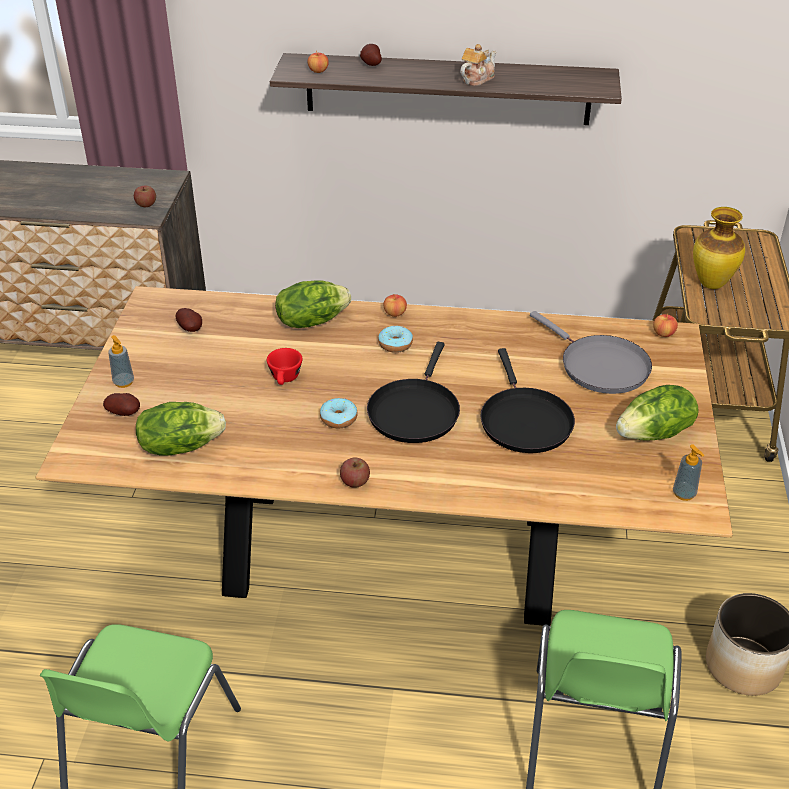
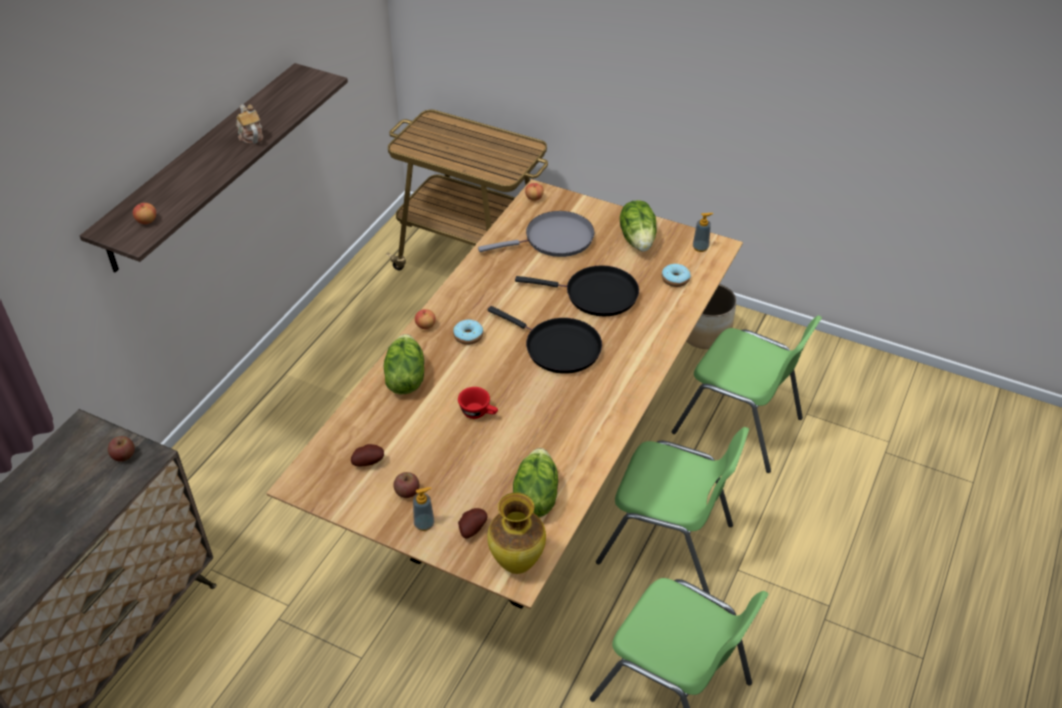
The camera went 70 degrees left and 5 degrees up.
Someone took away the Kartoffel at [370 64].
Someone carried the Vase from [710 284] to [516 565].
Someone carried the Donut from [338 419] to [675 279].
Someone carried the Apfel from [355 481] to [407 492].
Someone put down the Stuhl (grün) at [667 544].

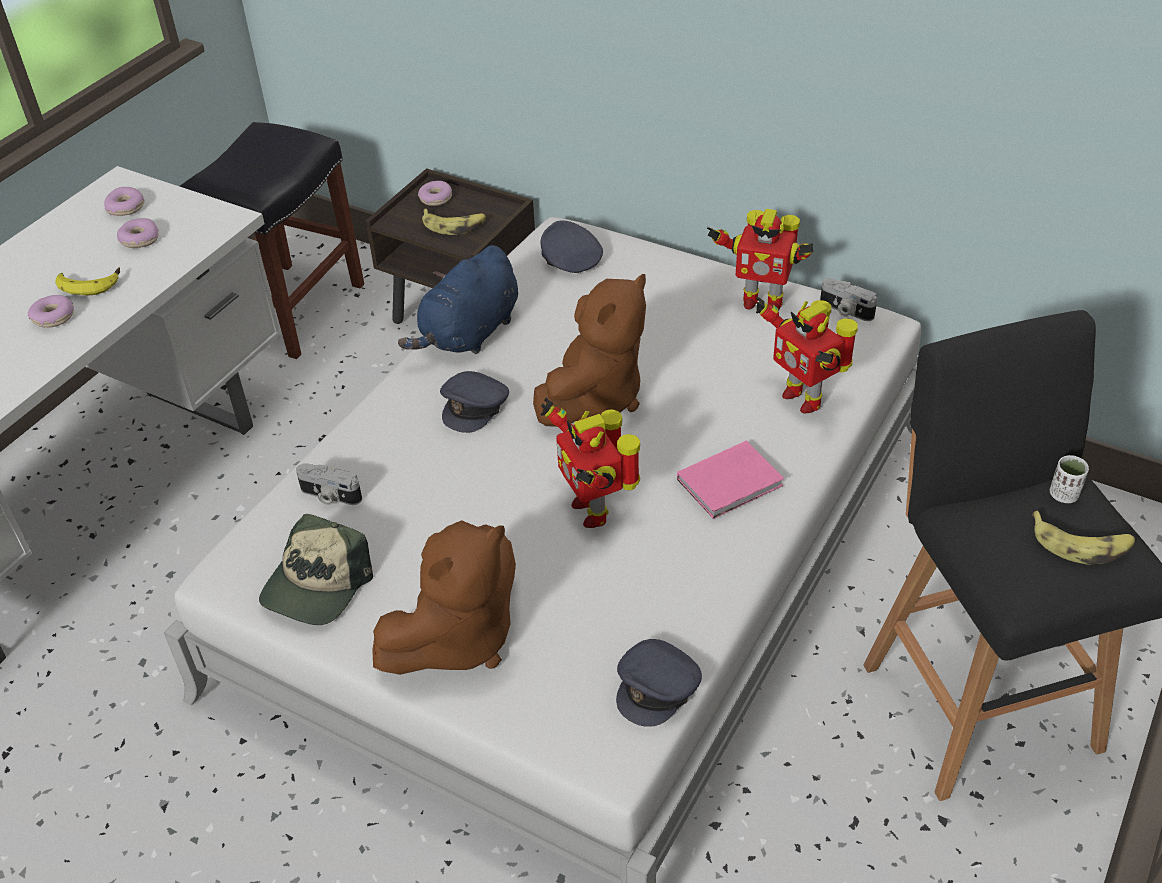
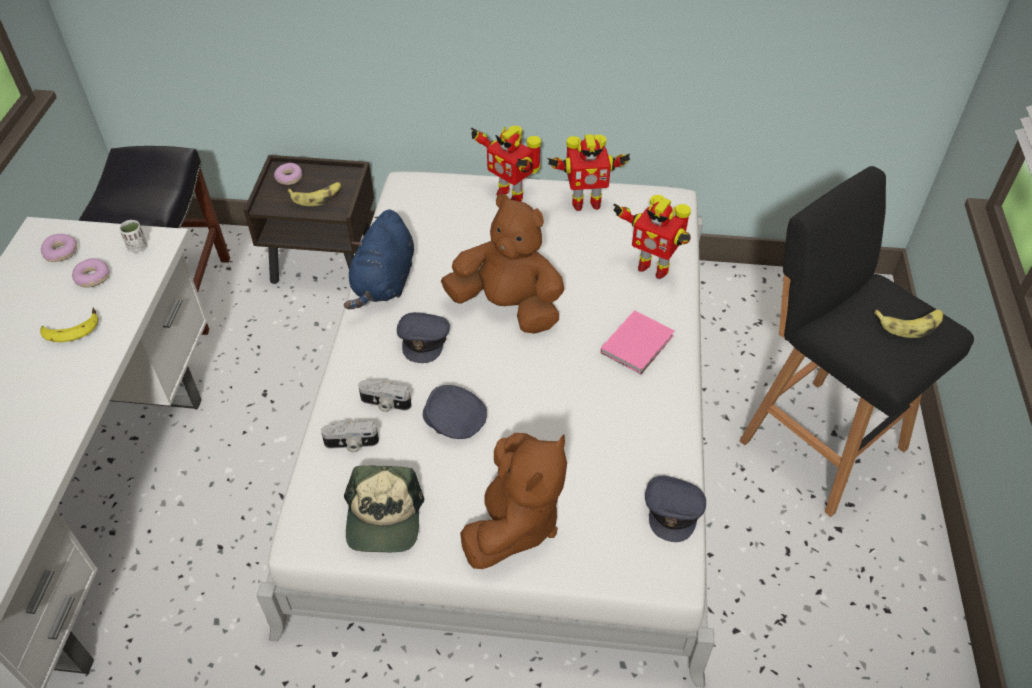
The camera went 25 degrees left and 5 degrees up.
Someone carried the Kappe (grau) from [569 259] to [454 420].
Someone rotated the Plüschtier (braun) at [594 397] by 75 degrees counterclockwise.
Someone carried the Kamera from [845 310] to [385 404].
Someone took away the Donut at [54 317].
Someone carried the Spielzeugroboter from [593 509] to [510 194].
Someone carried the Tasse (weiß) from [1063 495] to [137 247].

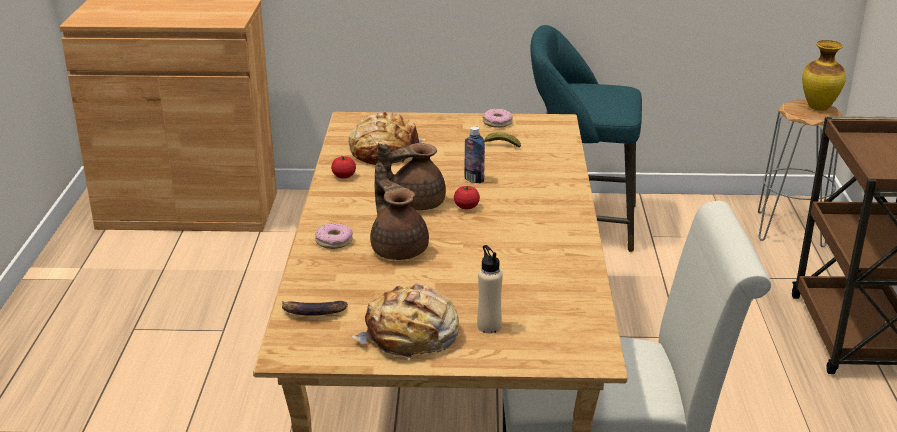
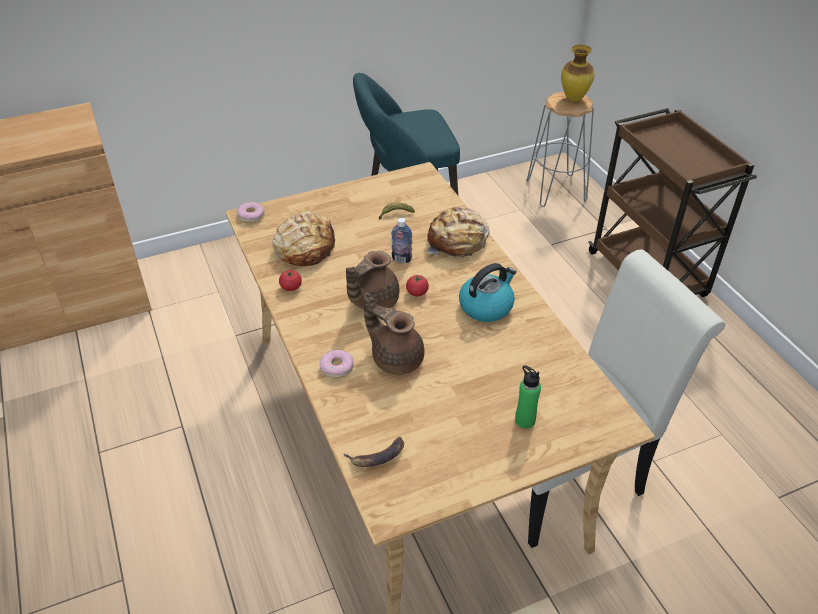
The camera went 25 degrees left and 15 degrees up.
Someone carried the Donut from [497 123] to [251 216].
Someone repainted the Flasche (beige) at [489 326], which became the Flasche (grün) at [525 420].
Someone carried the Brot from [411 336] to [457 241].
Someone put down the Wasserkessel at [486 306].

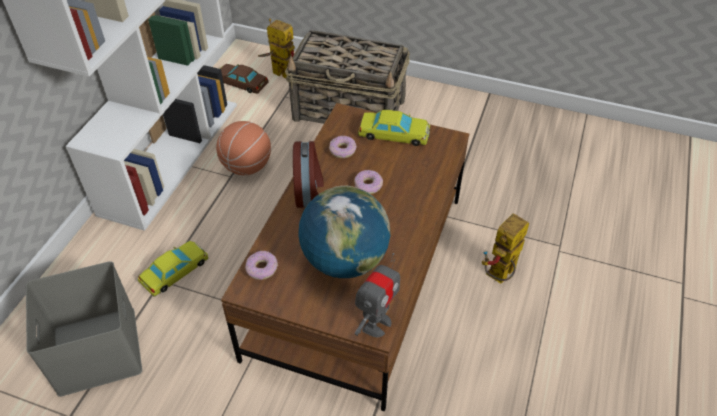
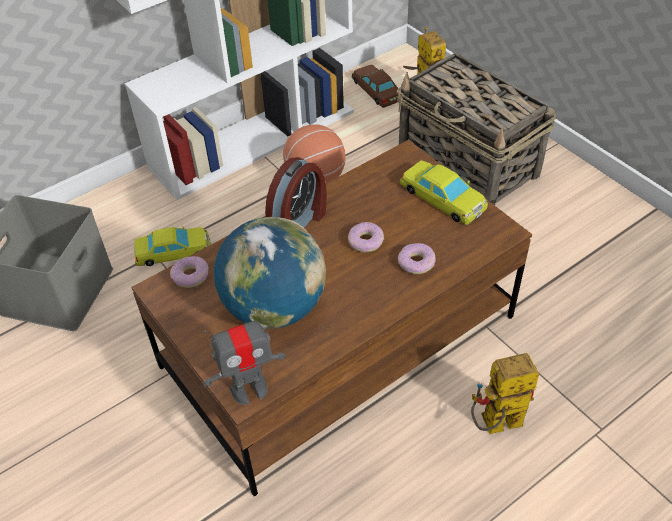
The camera went 35 degrees right and 0 degrees up.
Someone carried the Donut from [343 150] to [416 263].

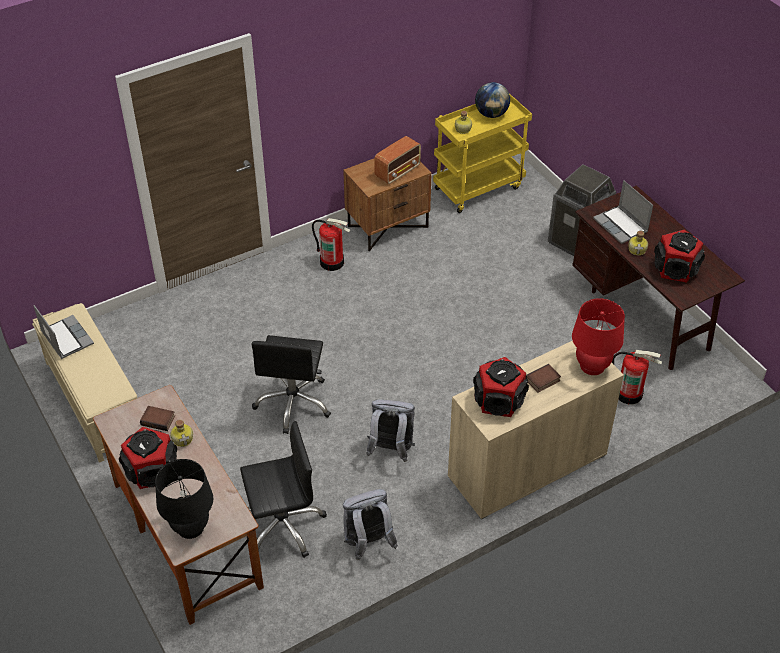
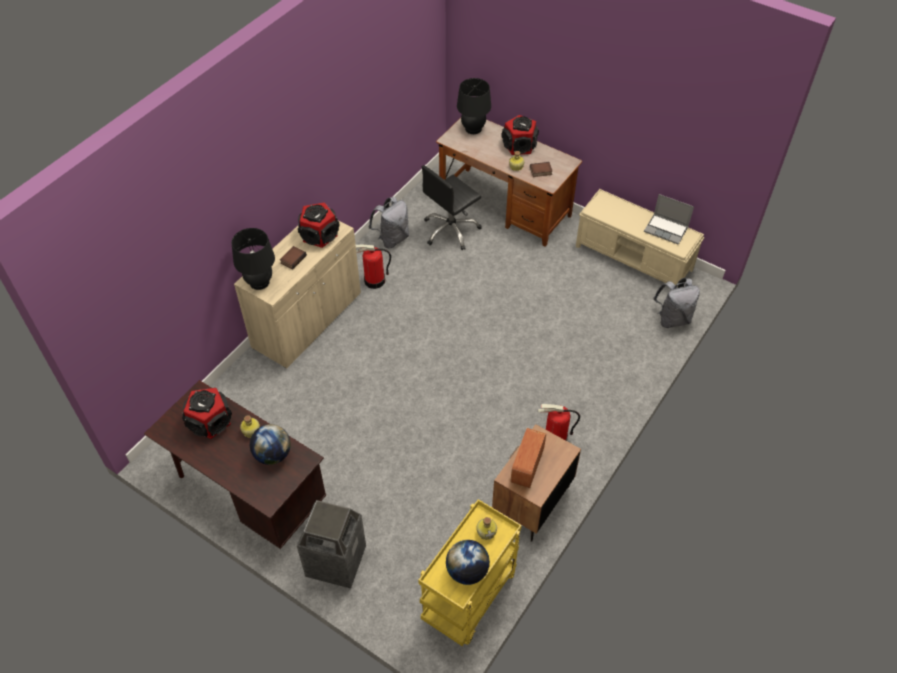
The camera went 155 degrees right and 5 degrees up.
Someone swapped the Laptop at [621 226] for the Globus at [273 455].
Someone repainted the Tischlampe (rot) at [592 366], which became the Tischlampe (schwarz) at [259 282].
Someone took away the Bürostuhl (schwarz) at [293 403].
Someone carried the Feuerlöscher from [629 393] to [374 281].
Someone carried the Rucksack (grau) from [391 450] to [672 319].

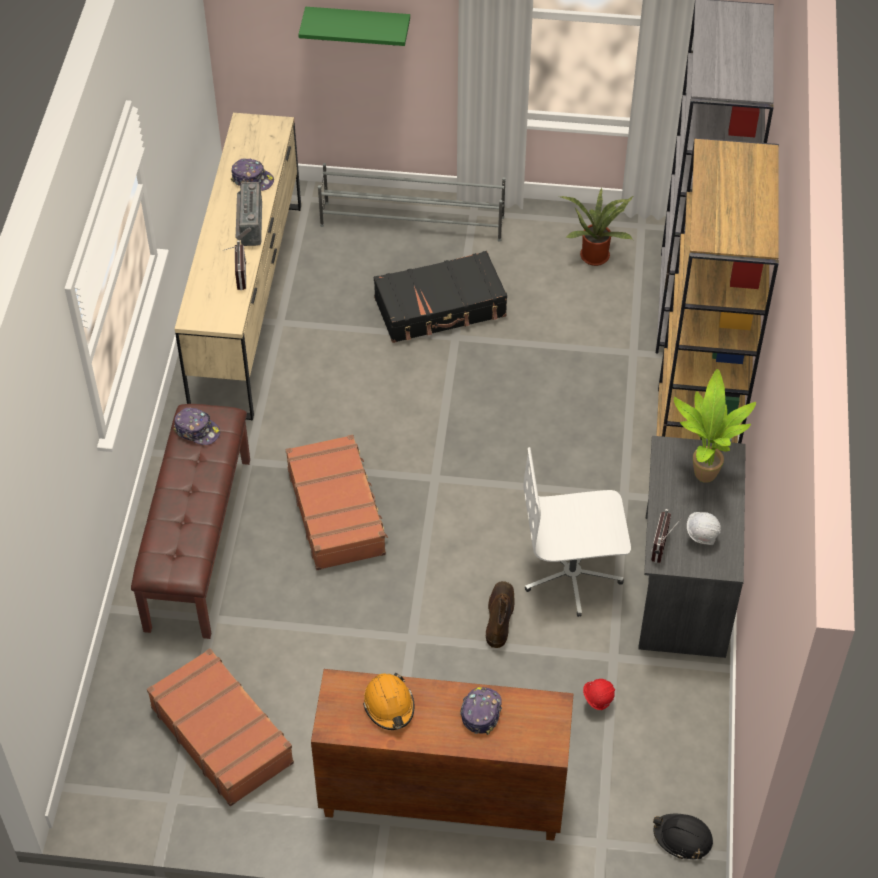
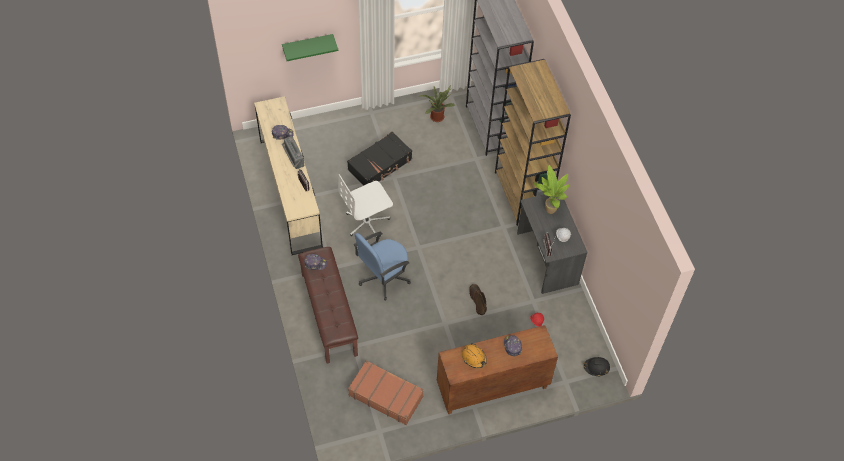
The camera went 25 degrees left and 5 degrees up.
Someone took away the Schuhregal (grau) at [413 222].
Someone swapped the Koffer (braun) at [337 511] for the Bürostuhl (blau) at [383 277].
Someone carried the Bürostuhl (weiß) from [572 575] to [367 222].

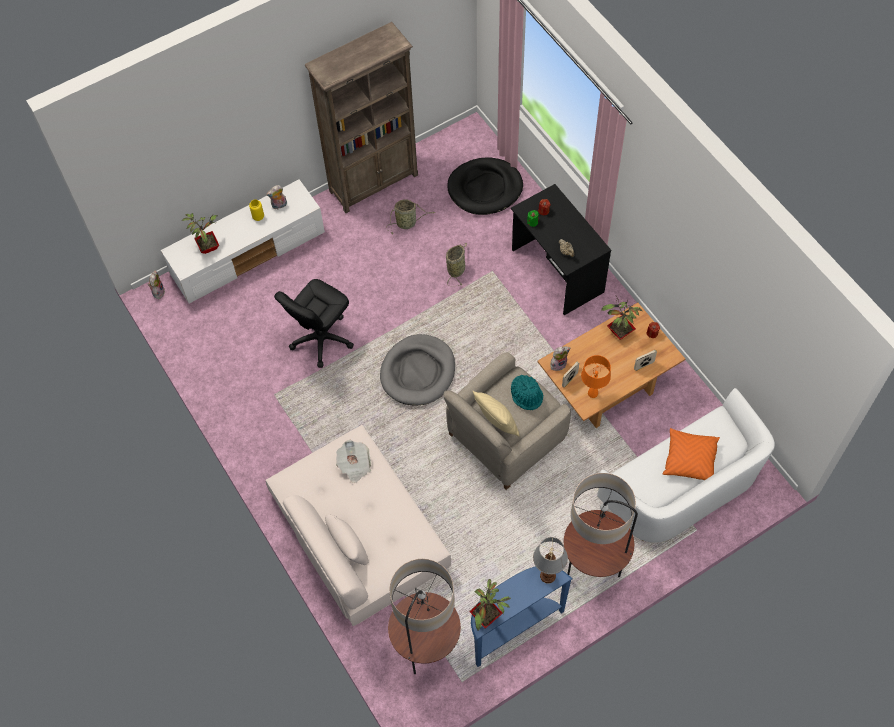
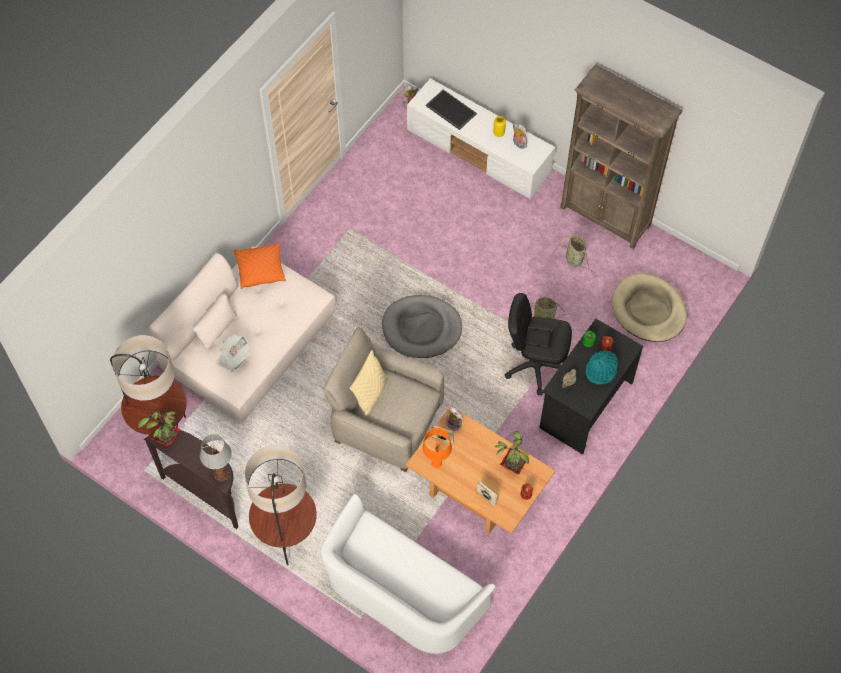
The camera went 65 degrees right and 0 degrees up.
Someone repainted the Hundebett (schwarz) at [485 188], which became the Hundebett (beige) at [648 310].
Someone swapped the Topfpflanze at [208 246] for the Tablett at [450 110].
Someone carried the Bürostuhl (schwarz) from [321 339] to [535 366].
Someone carried the Hut (türkis) from [527 395] to [601 370].
Someone carried the Kissen (orange) from [689 459] to [261 270].
Someone carried the Zeitung from [354 465] to [233 357].
Someone repainted the Konsolentisch (blau) at [513 628], which became the Konsolentisch (braun) at [206 493].

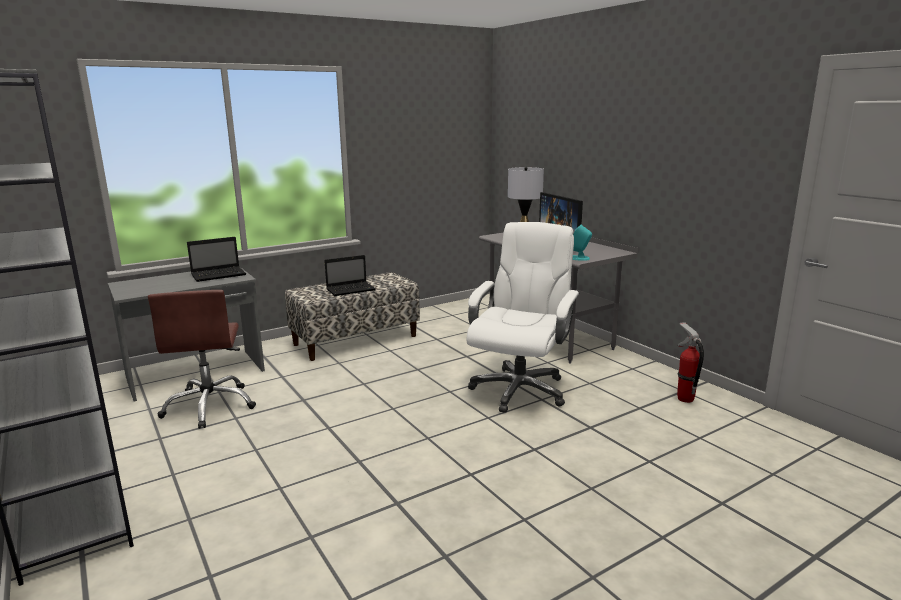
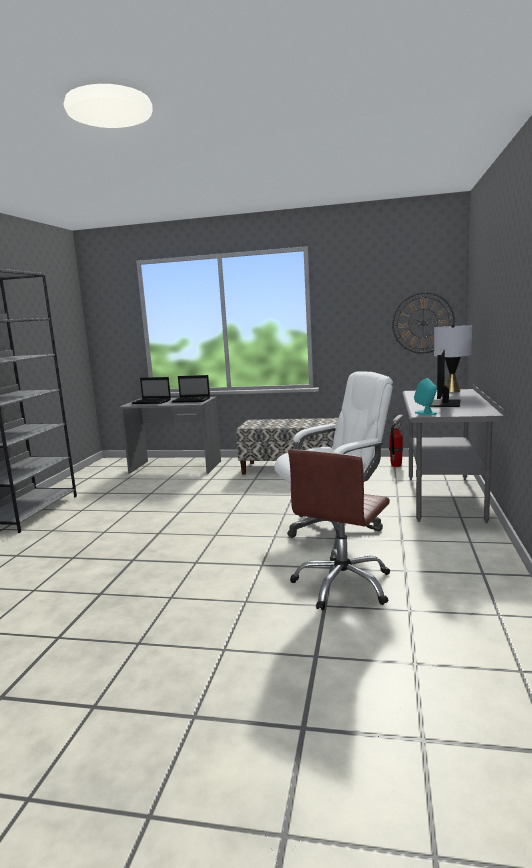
The camera went 45 degrees right and 5 degrees down.
Someone carried the Laptop from [351 289] to [152 402].
Someone carried the Bürostuhl (braun) from [210 406] to [343 585].
Someone carried the Feuerlöscher from [685 399] to [396 465].
Someone put up the Wanduhr at [423 323].

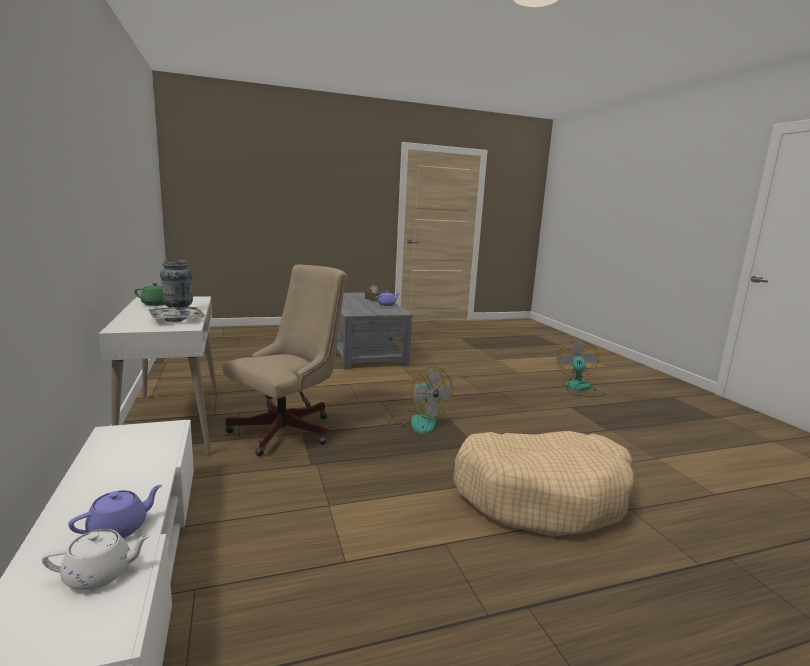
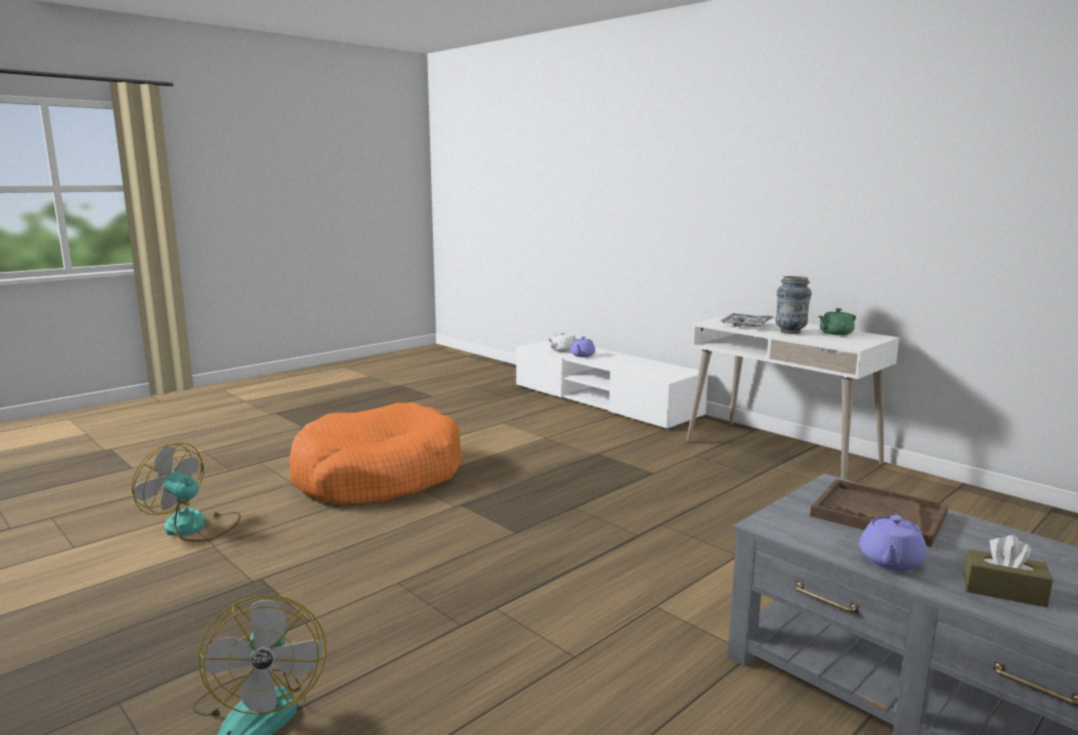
The camera went 155 degrees right and 0 degrees up.
Someone took away the Bürostuhl (beige) at [289 429].
Someone carried the Ventilator from [418 422] to [194 527].
Someone repainted the Hundebett (beige) at [541 495], which became the Hundebett (orange) at [378 476].
Someone put down the Tablett (braun) at [878 515].

